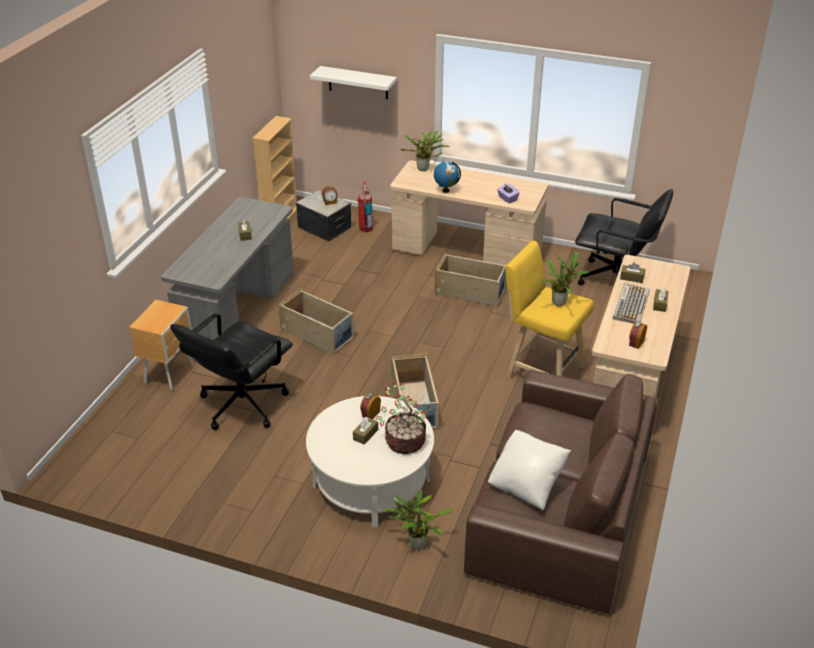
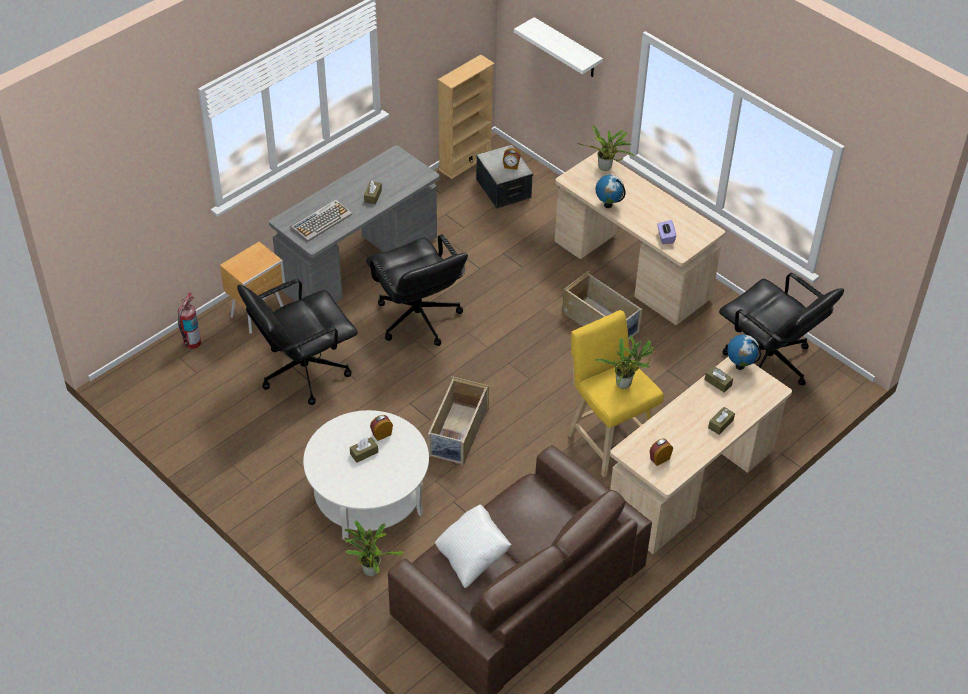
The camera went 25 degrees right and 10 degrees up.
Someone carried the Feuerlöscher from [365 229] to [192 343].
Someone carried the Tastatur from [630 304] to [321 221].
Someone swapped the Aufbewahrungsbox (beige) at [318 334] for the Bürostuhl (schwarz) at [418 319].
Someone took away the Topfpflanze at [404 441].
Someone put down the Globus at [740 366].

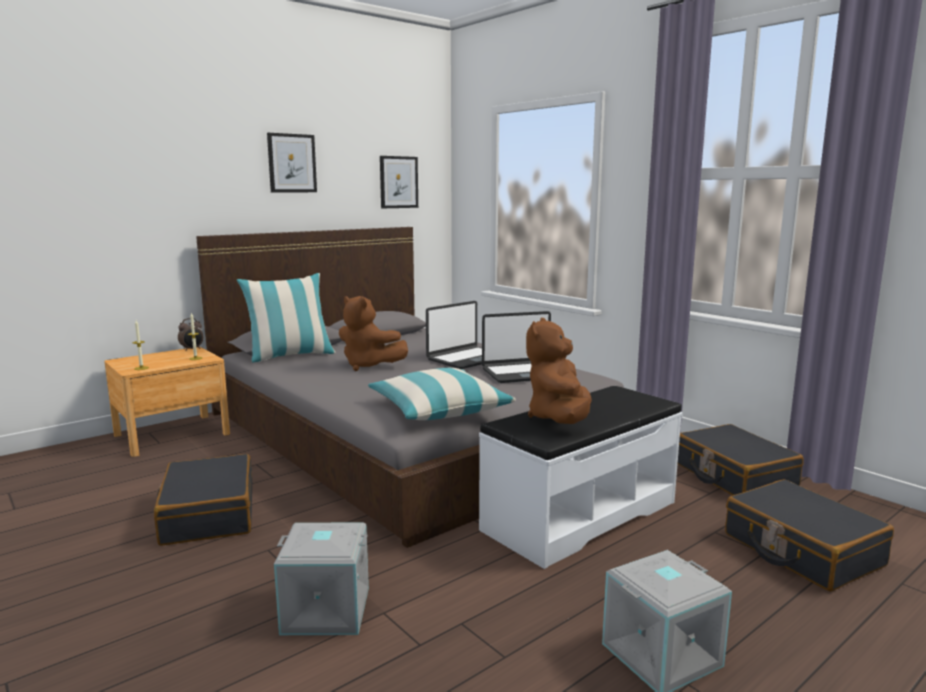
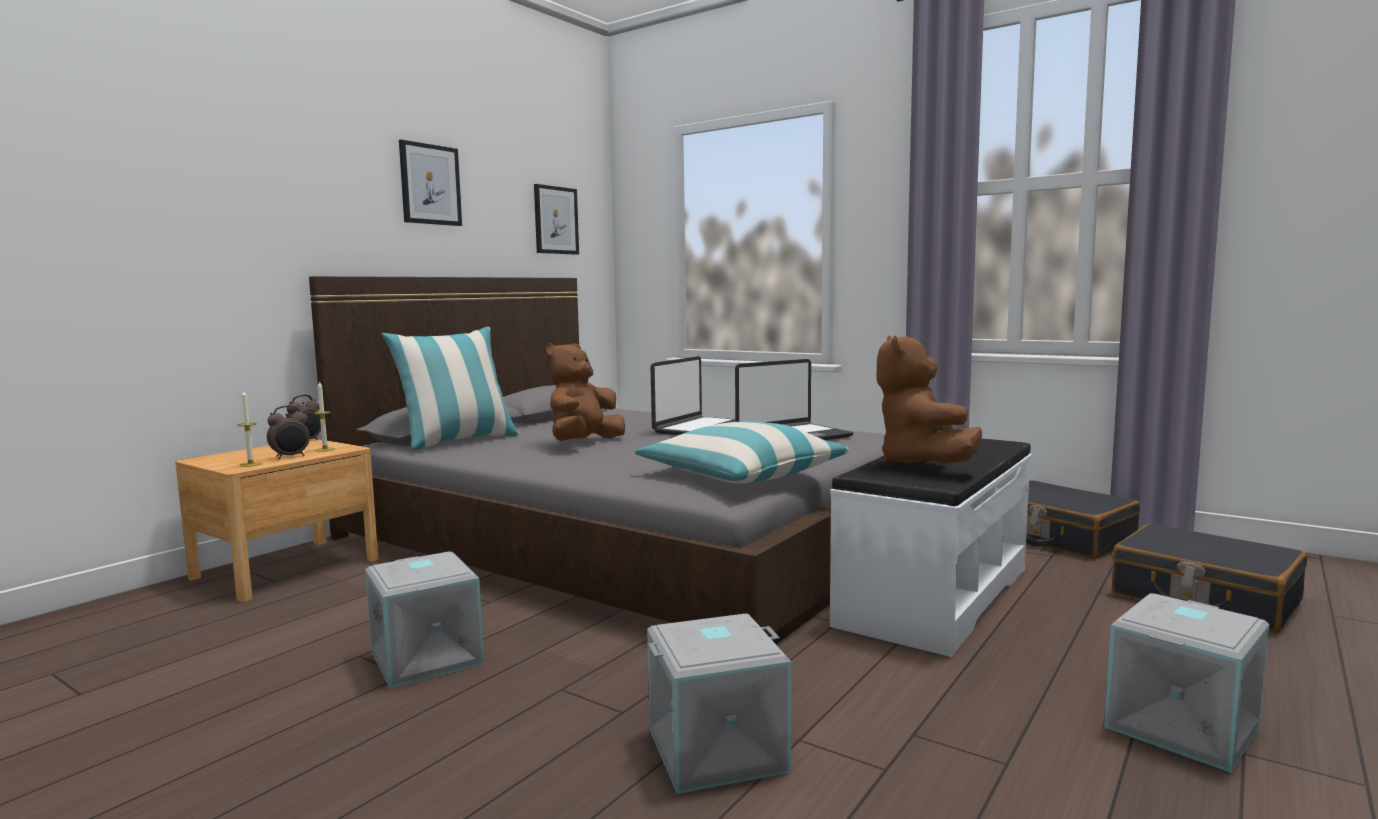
The camera went 15 degrees left and 5 degrees down.
Someone rotated the Plüschtier (braun) at [369 366] by 105 degrees clockwise.
Someone swapped the Koffer (schwarz) at [208 514] for the Aufbewahrungsbox (grau) at [429 658].
Someone put down the Wecker at [290 457].

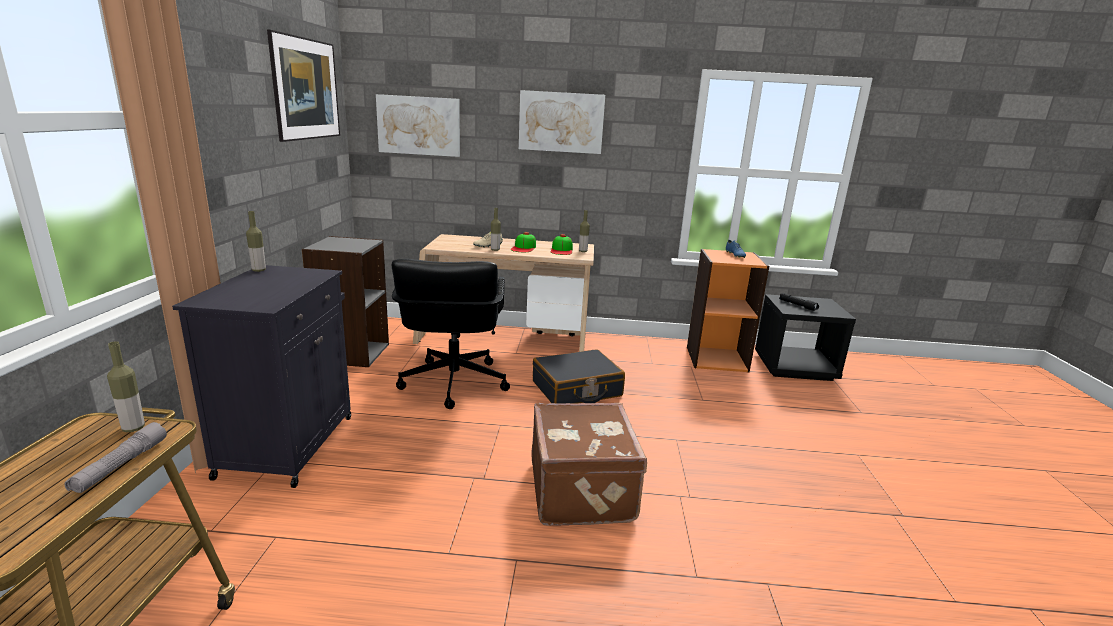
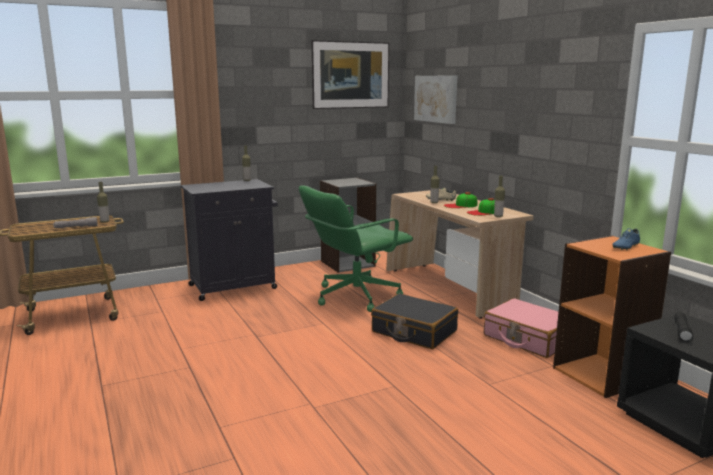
The camera went 60 degrees right and 5 degrees down.
Someone took away the Bild at [561 122].
Someone repainted the Bürostuhl (schwarz) at [453 383], which became the Bürostuhl (grün) at [355 296].
Someone took away the Koffer (braun) at [583 490].
Someone put down the Koffer (rosa) at [527 338].

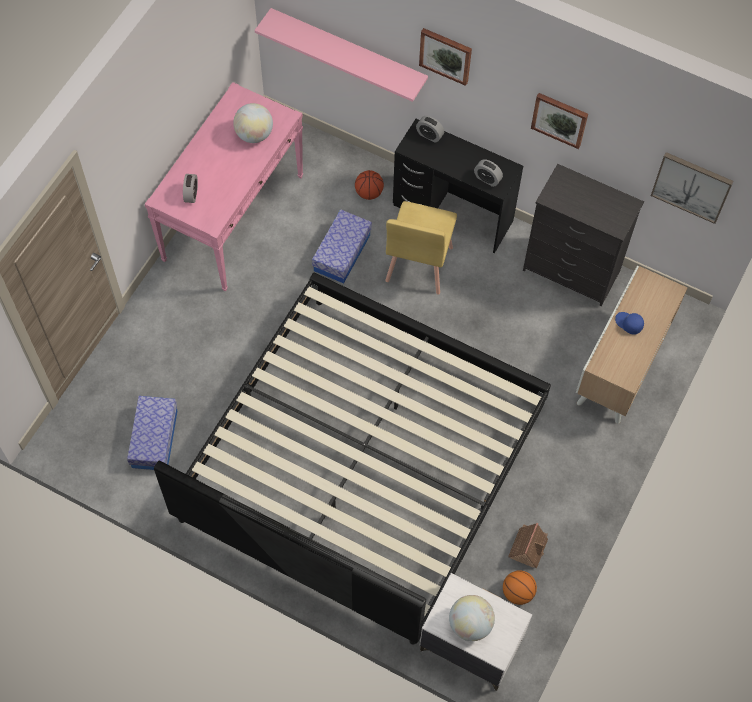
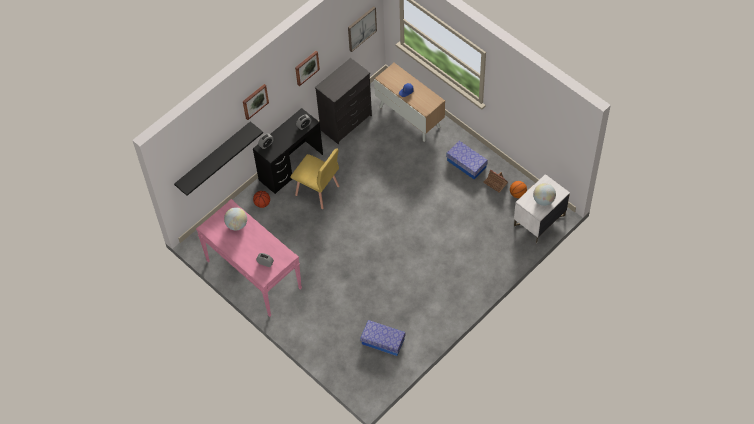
The camera went 70 degrees left and 5 degrees down.
Someone repainted the Wandregal (rosa) at [348 51], which became the Wandregal (schwarz) at [213 157].
Someone carried the Aufbewahrungsbox from [342 253] to [466 164].
Someone took away the Bett at [362 462].

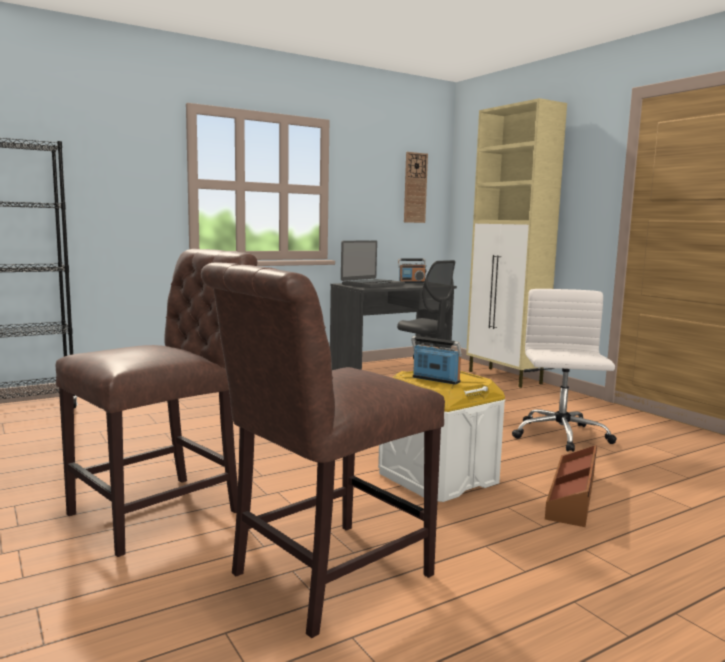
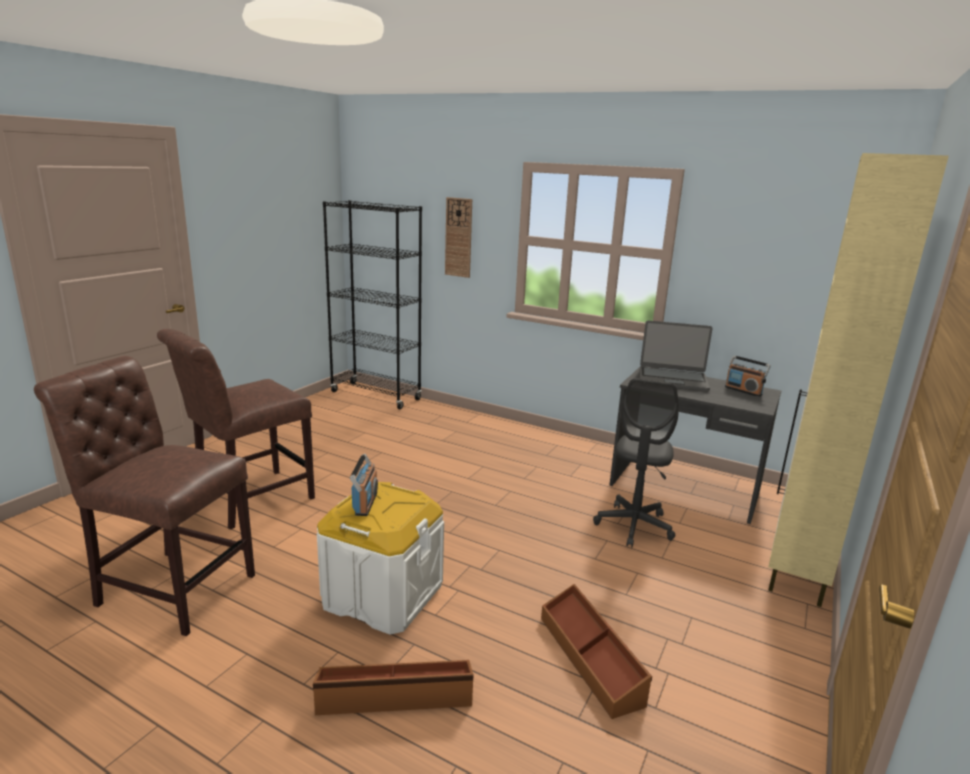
The camera went 60 degrees right and 10 degrees up.
Someone carried the Wanduhr from [415 188] to [458 237].
Someone rotated the Stuhl (braun) at [165 510] by 120 degrees clockwise.
Someone swapped the Bürostuhl (weiß) at [560 436] for the Aufbewahrungsbox (braun) at [591 659].

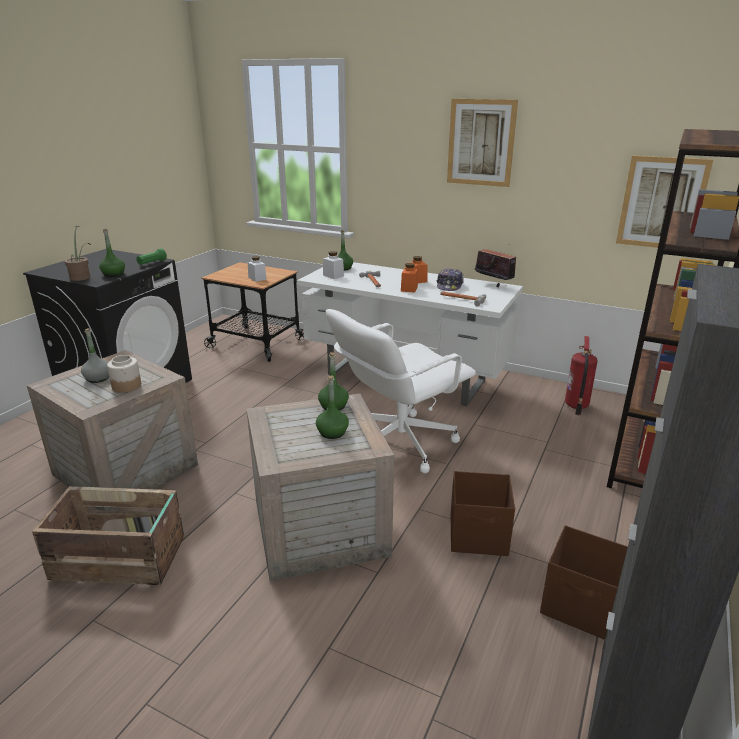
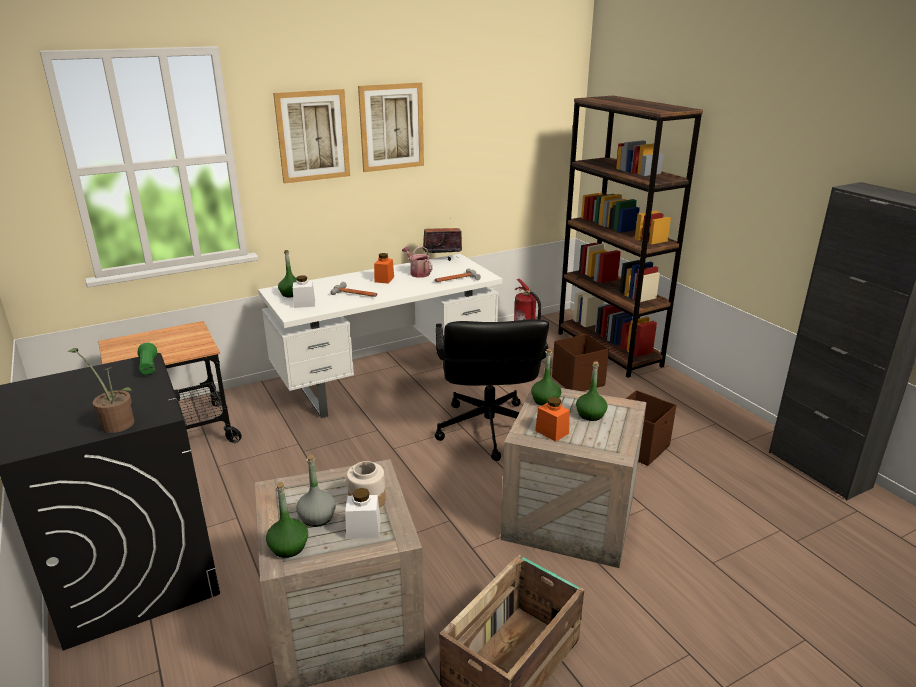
The camera went 55 degrees left and 0 degrees up.
Someone carried the Bild from [662 203] to [313 136].
Someone carried the Flasche (grün) from [113 274] to [288 547].
Someone carried the Vorratsglas (weiß) from [257 278] to [363 529].
Someone carried the Vorratsglas (orange) from [409 289] to [552 432].
Someone swapped the Kappe at [449 286] for the Gießkanne at [418 273].
Someone repainted the Bürostuhl (weiß) at [399 442], which became the Bürostuhl (schwarz) at [488 430].
Someone carried the Aufbewahrungsbox (braun) from [580 606] to [579 381].

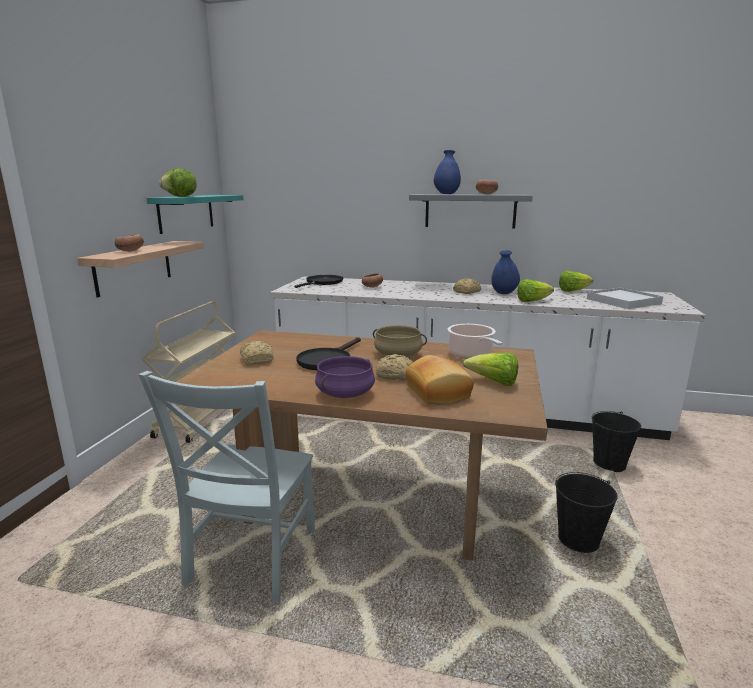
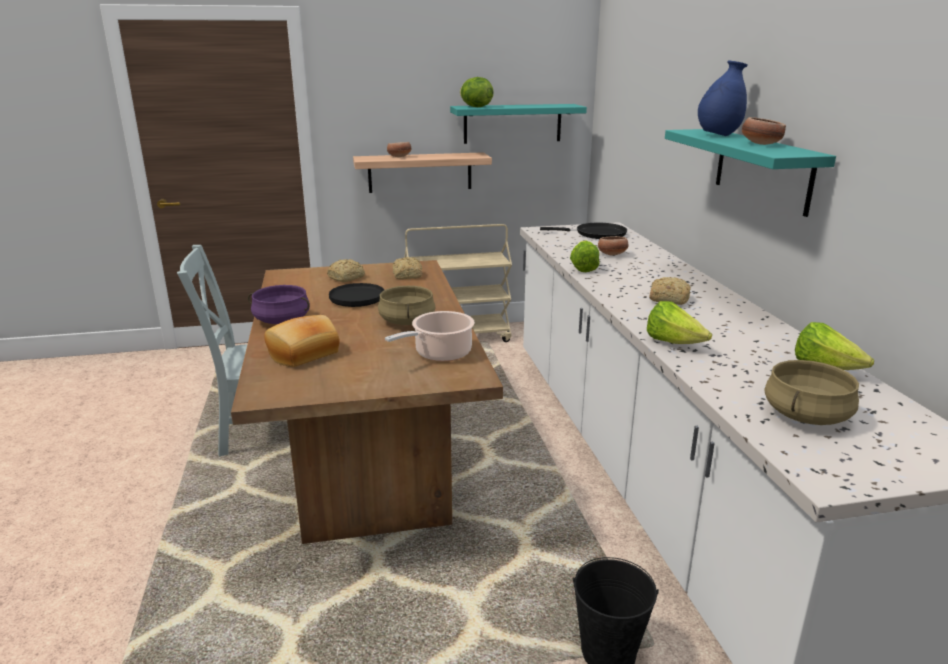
The camera went 65 degrees right and 5 degrees up.
Someone repainted the Wandregal (grau) at [470 211], which became the Wandregal (türkis) at [762 170].
Someone took away the Vase (blau) at [504 293].
Someone swapped the Tablett (weiß) at [623 301] for the Kochtopf (beige) at [805 415].
Someone carried the Salatkopf from [493 382] to [583 268].
Someone carried the Brot from [396 375] to [407 276].
Someone took away the Eimer (schwarz) at [578 540].

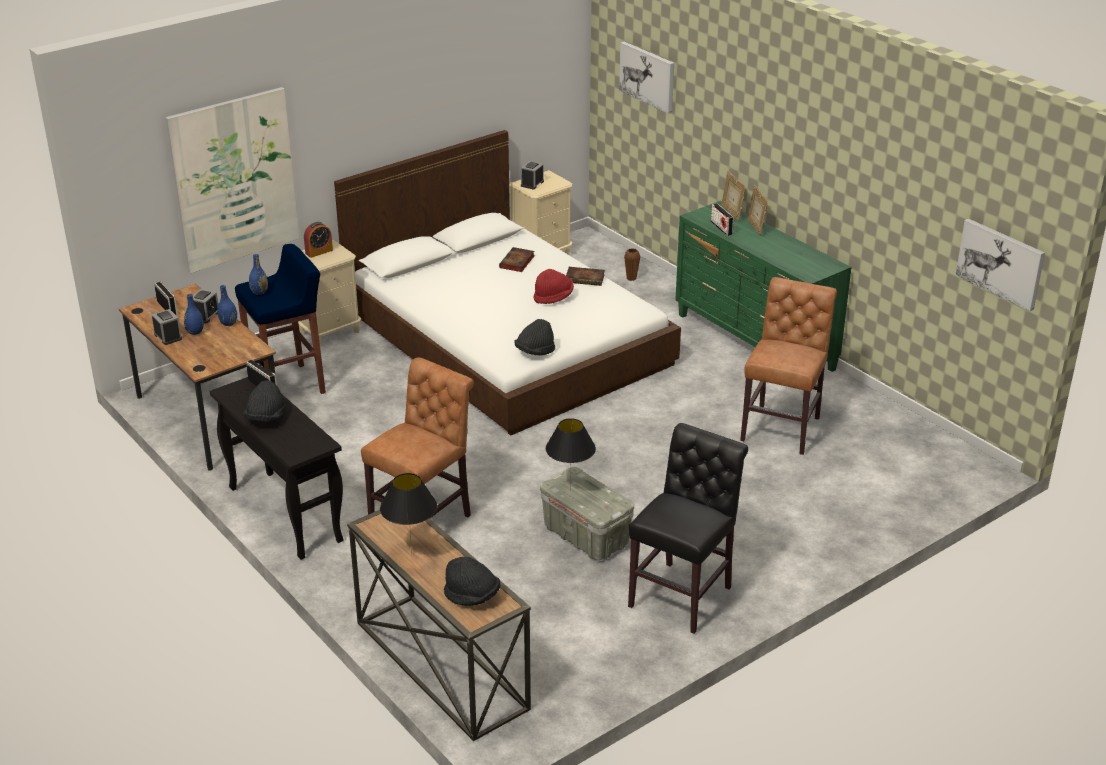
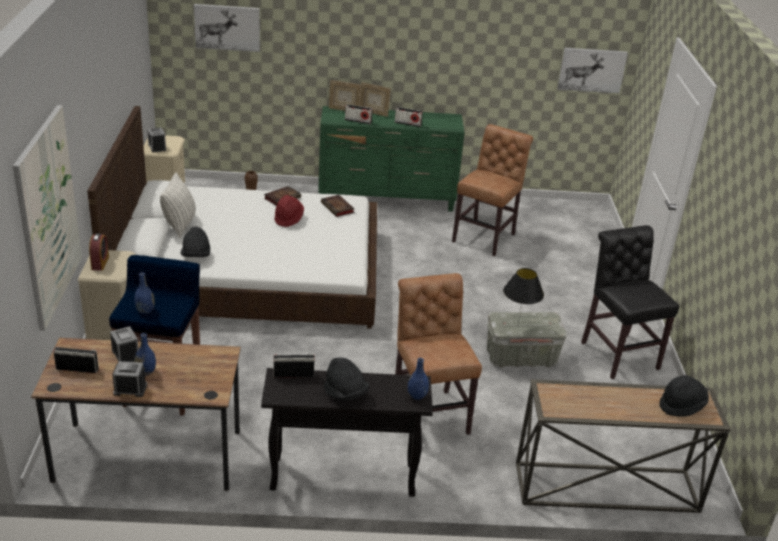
The camera went 55 degrees left and 0 degrees up.
Someone carried the Buch from [517 262] to [338 208].
Someone rotated the Stuhl (braun) at [782 427] by 60 degrees clockwise.
Someone carried the Vase (blau) from [228 323] to [417 396].
Someone carried the Hut (schwarz) from [535 352] to [196 256].
Someone took away the Tischlampe (schwarz) at [411 553].
Someone put down the Radio at [408 124].
Someone put down the Kissen at [180 224].

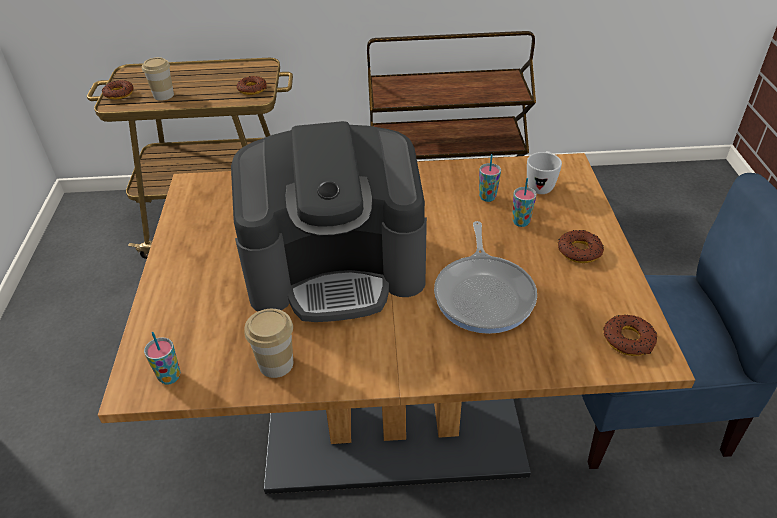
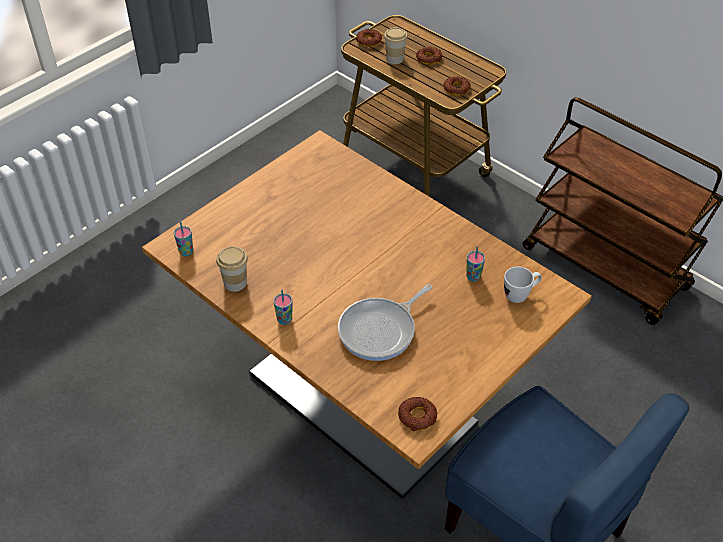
The camera went 45 degrees right and 5 degrees up.
Someone took away the Kaffeemaschine at [336 267].
Someone carried the Tasse from [521 222] to [284 320].
Someone carried the Donut from [579 251] to [429 58].

